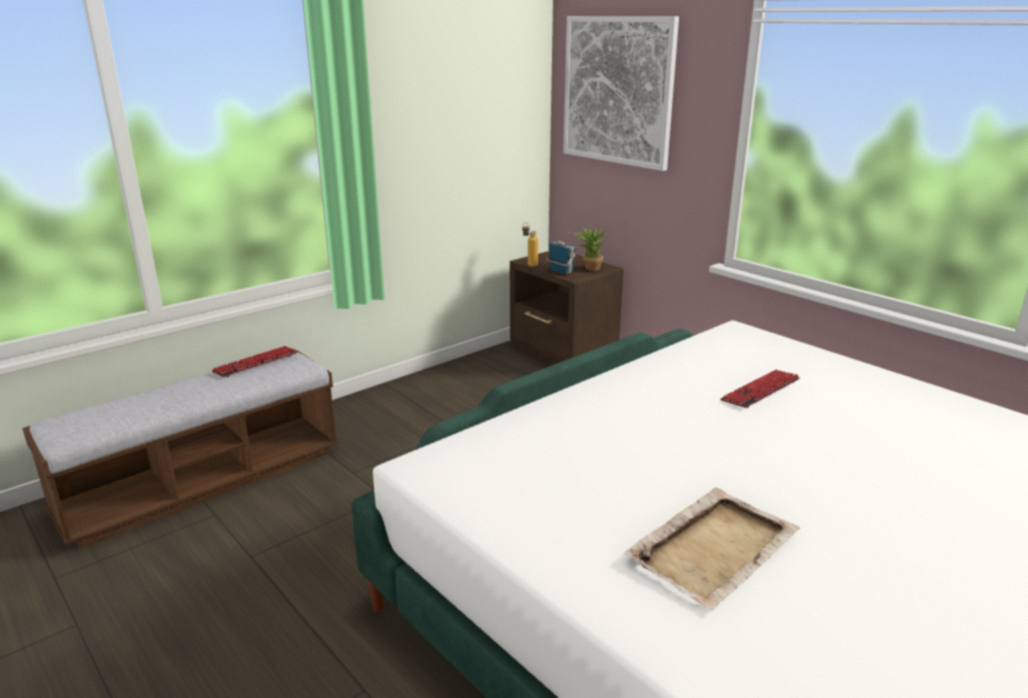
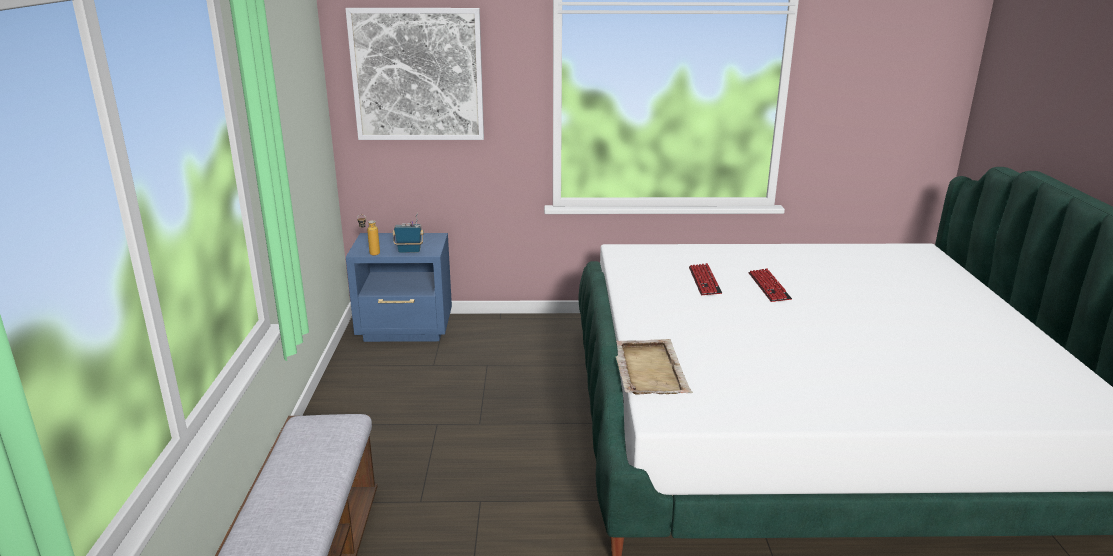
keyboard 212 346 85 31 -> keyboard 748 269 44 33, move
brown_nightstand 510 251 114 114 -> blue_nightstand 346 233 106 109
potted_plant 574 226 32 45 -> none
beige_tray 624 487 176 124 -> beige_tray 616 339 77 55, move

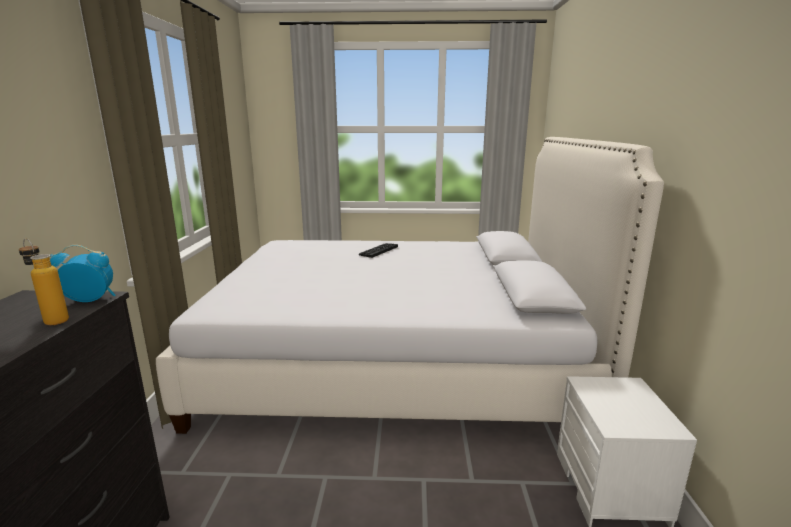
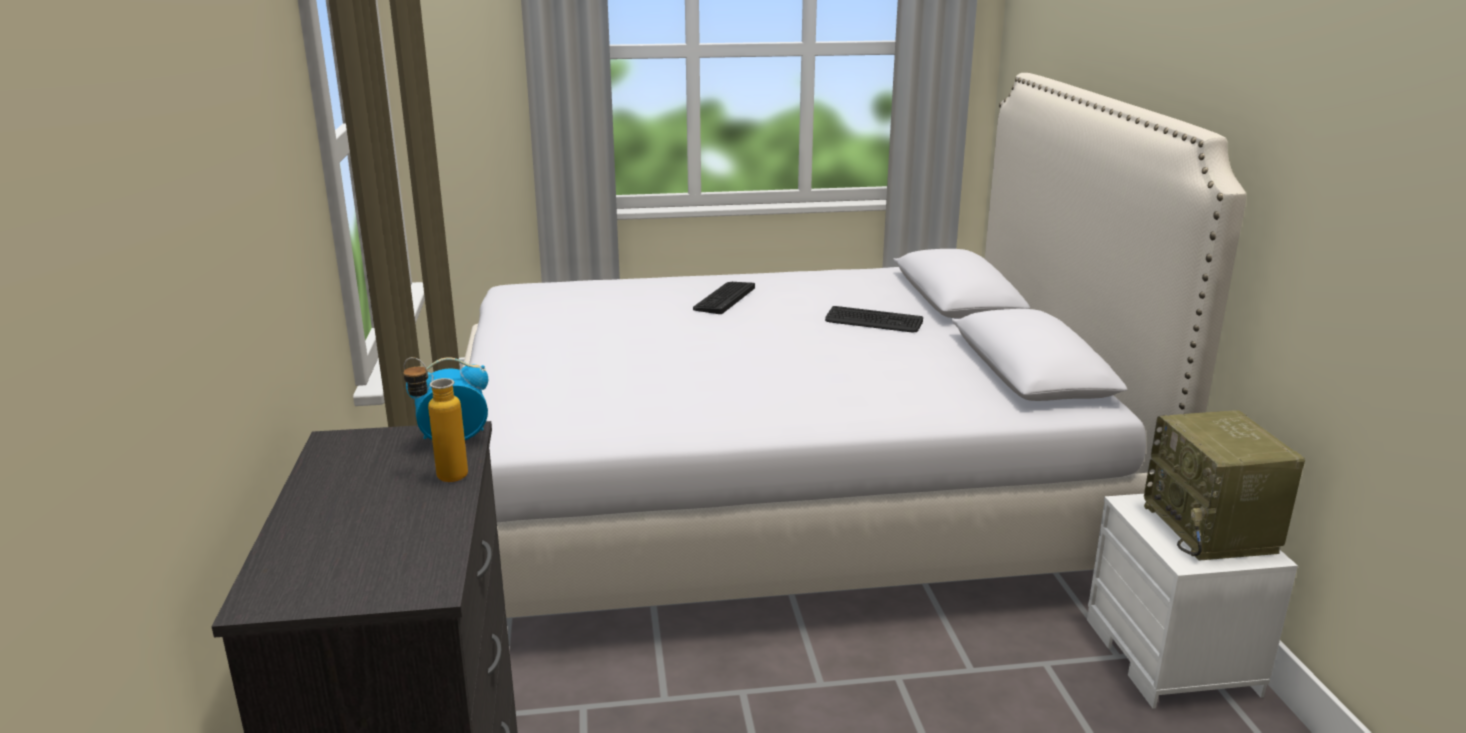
none -> keyboard 825 306 98 26
none -> radio 1144 410 161 151

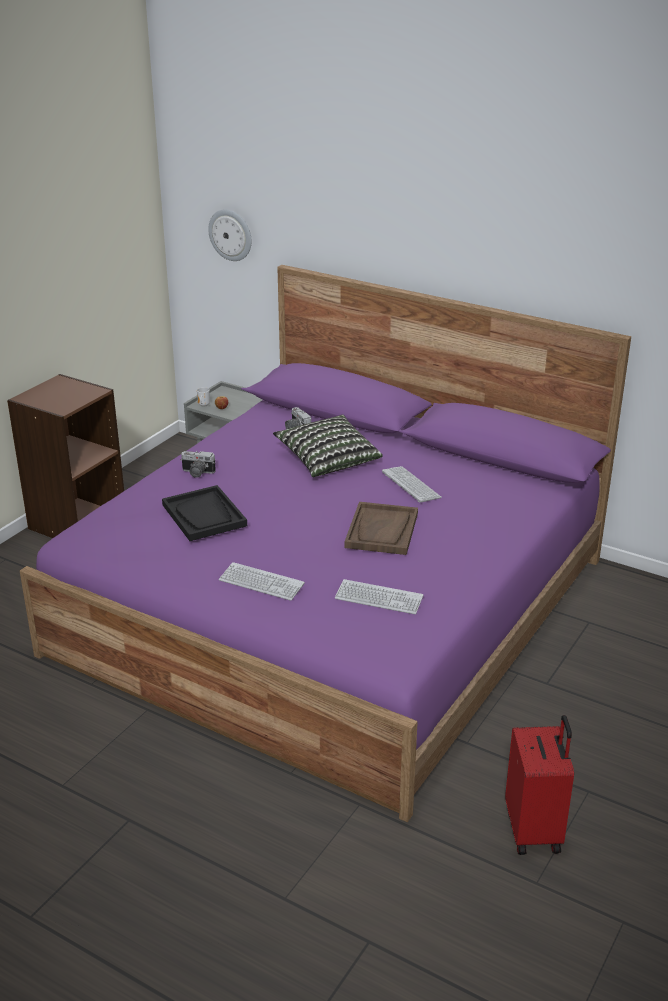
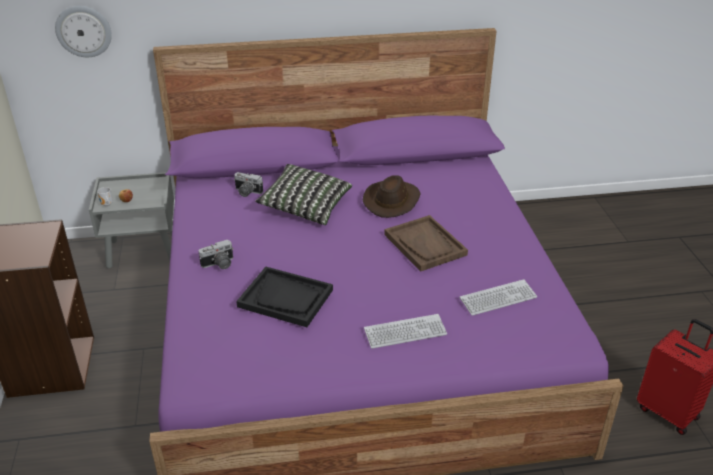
keyboard 382 466 60 37 -> brown_hat 363 175 58 43

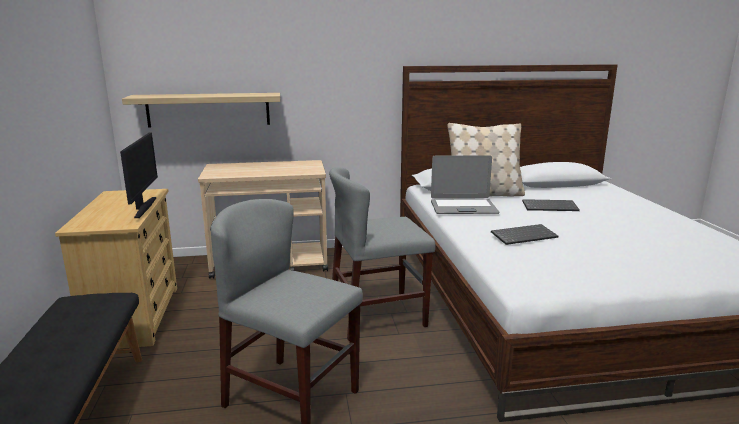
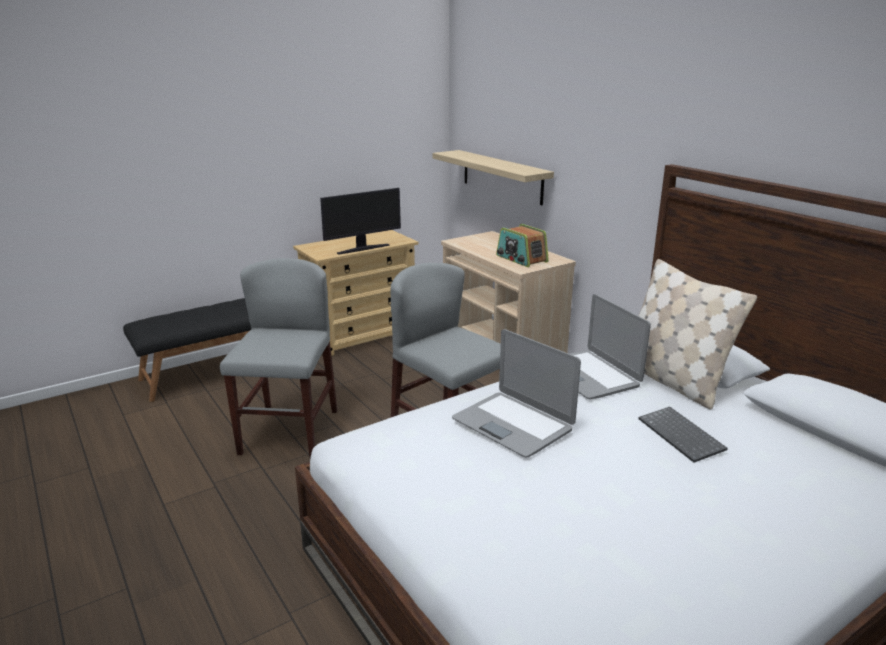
keyboard 491 224 67 21 -> laptop 452 329 129 128
none -> radio 496 224 53 43

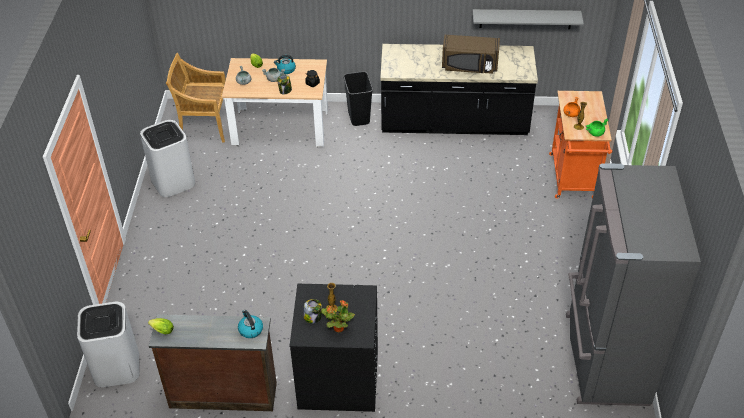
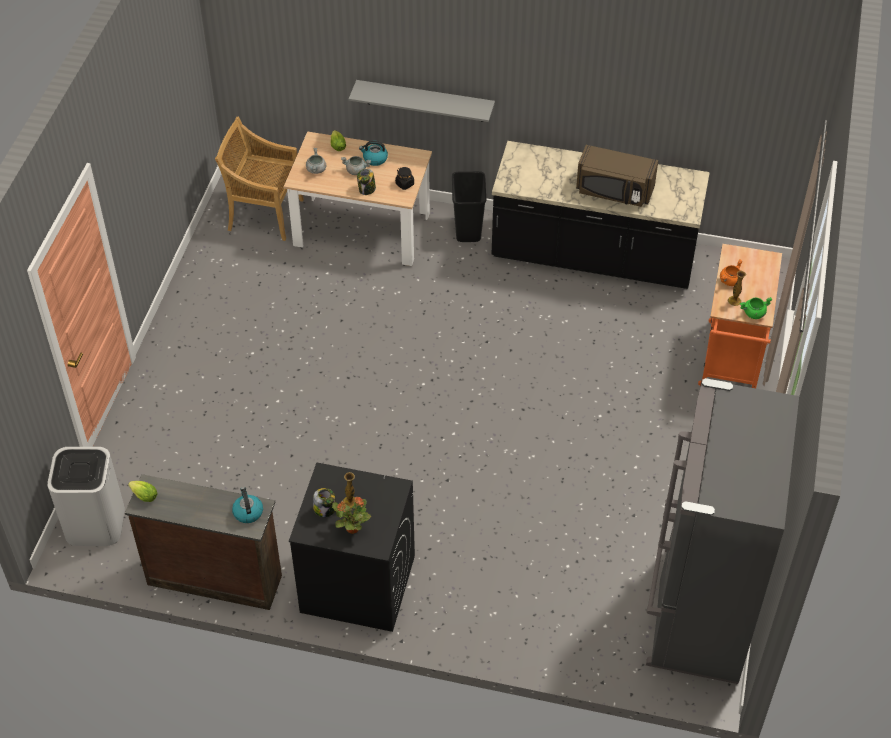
white_trash_can 140 120 55 77 -> none
grey_shelf 473 9 111 20 -> grey_shelf 349 80 146 42, move

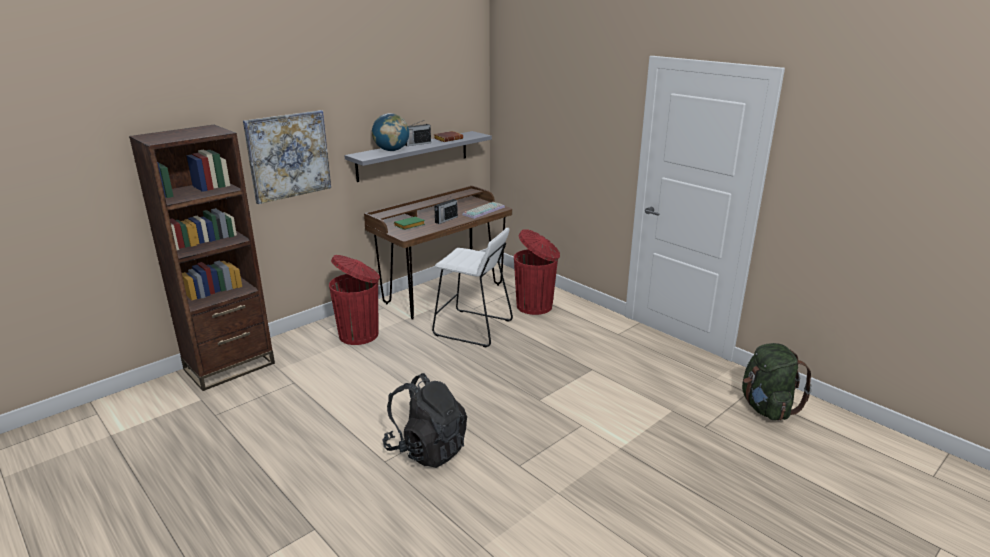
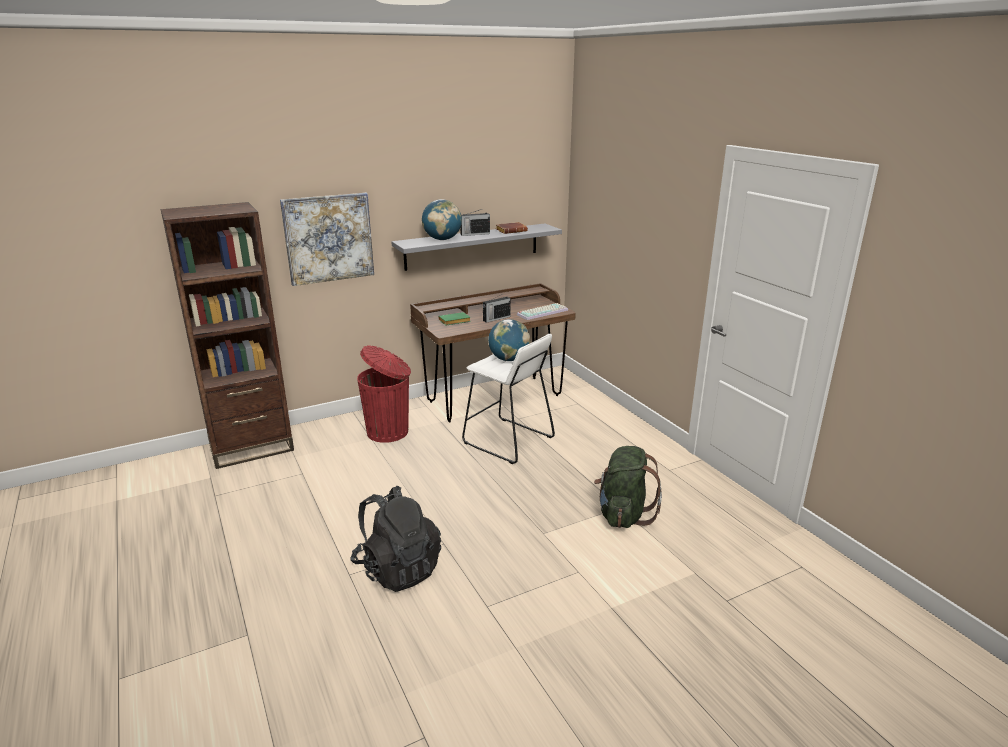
red_trash_can 514 229 46 86 -> none
green_backpack 742 343 70 78 -> green_backpack 594 446 68 82, move
none -> globe 488 319 42 42

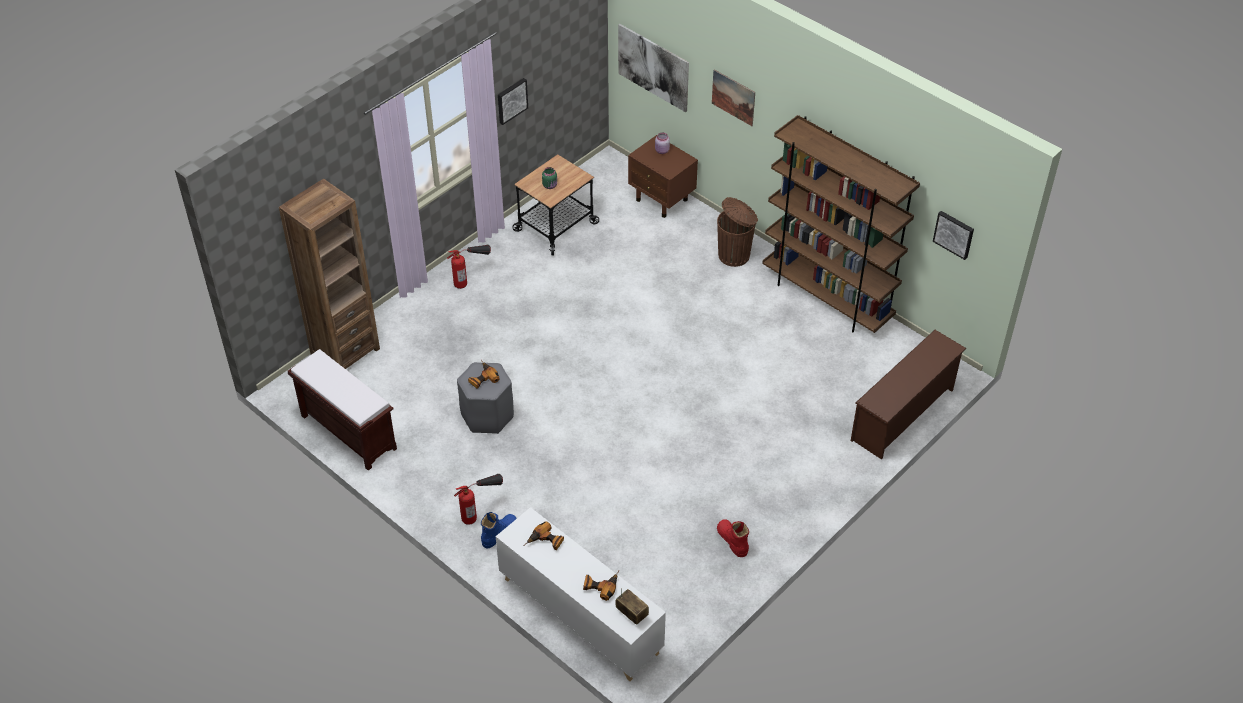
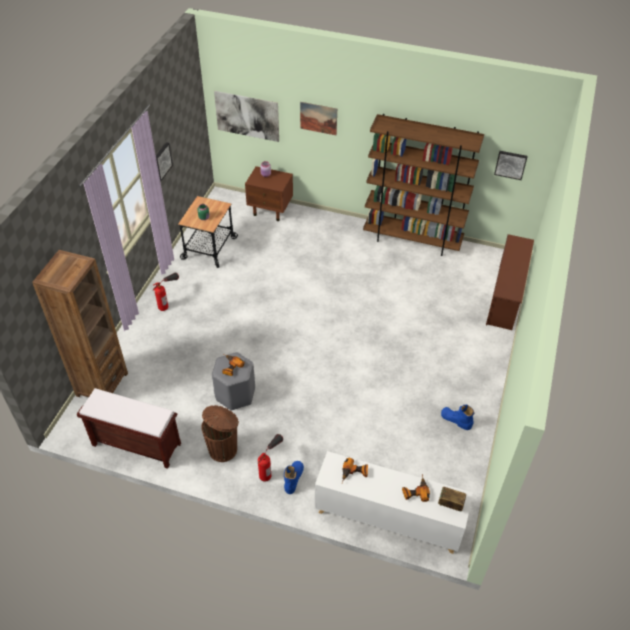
brown_trash_can 717 197 41 70 -> brown_trash_can 201 405 38 57, move
red_boot 717 519 32 38 -> blue_boot 441 405 34 25

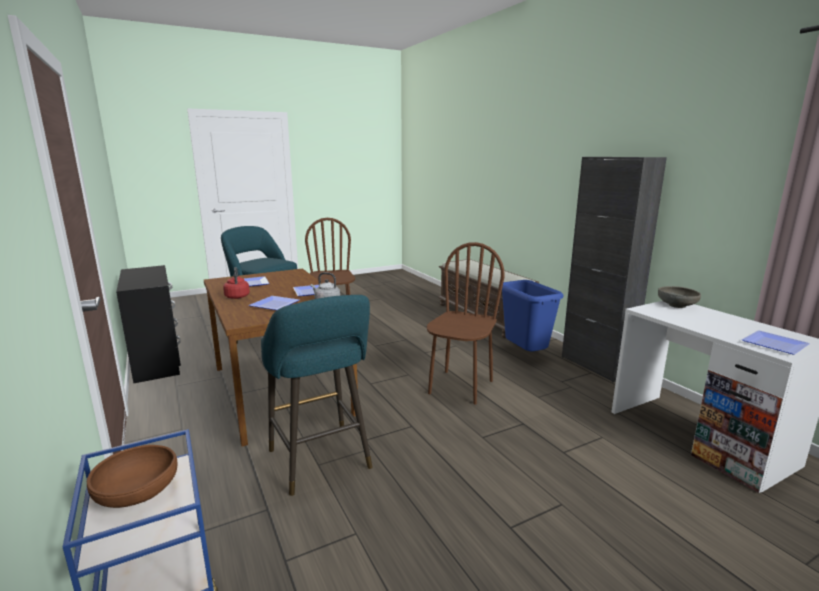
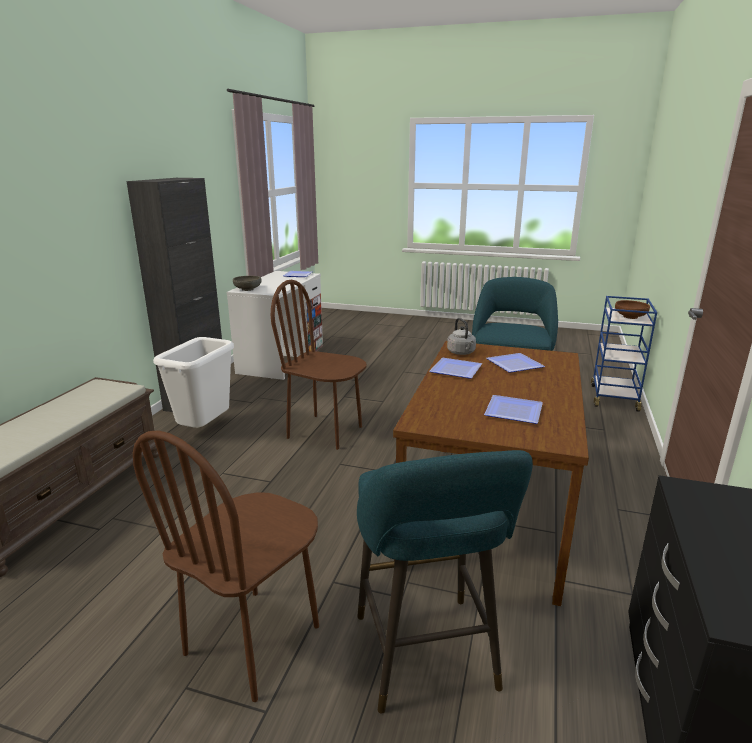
red_kettle 223 267 27 32 -> none
brown_chair 427 242 77 163 -> brown_chair 271 279 96 171, 45 degrees clockwise
blue_trash_can 502 280 61 71 -> white_trash_can 153 337 81 91

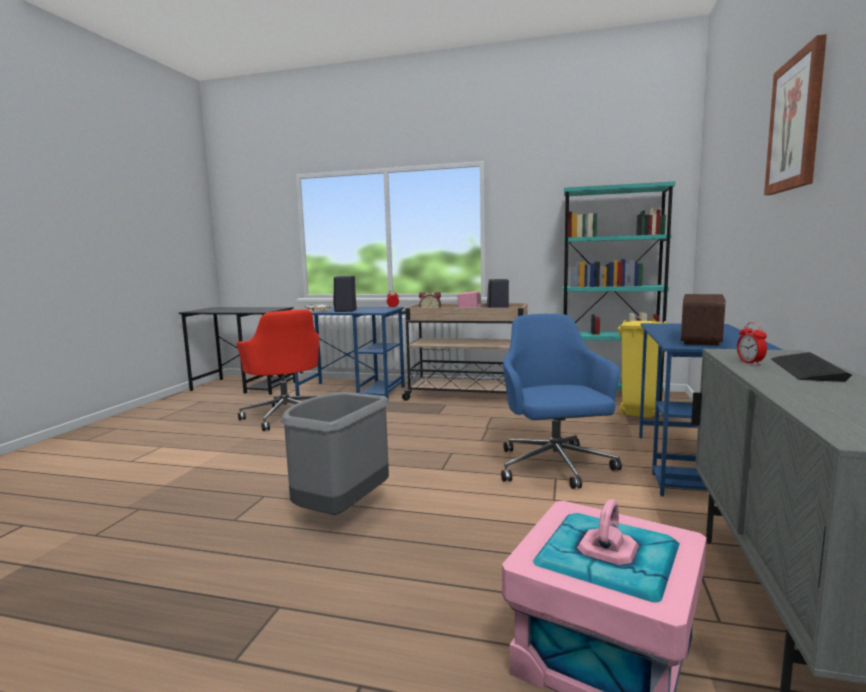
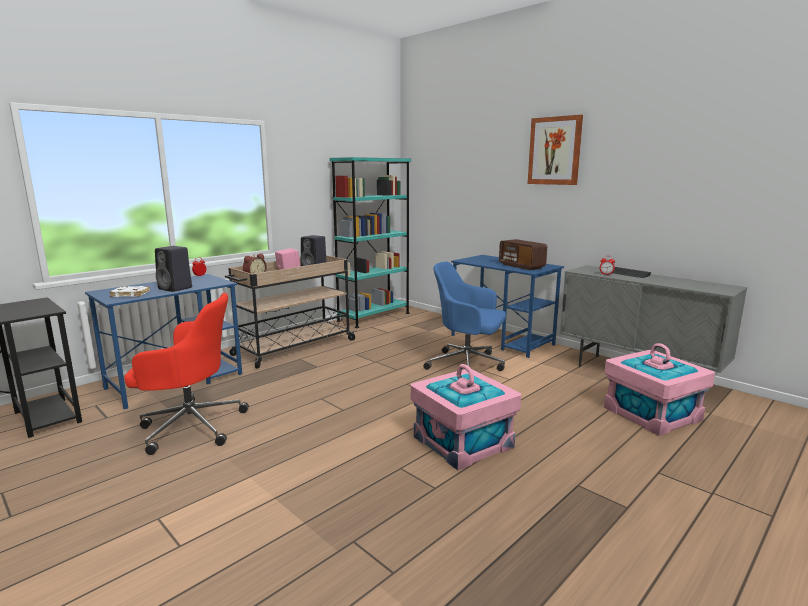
grey_trash_can 281 392 108 123 -> pink_storage_box 411 364 110 106
yellow_trash_can 618 320 48 98 -> none

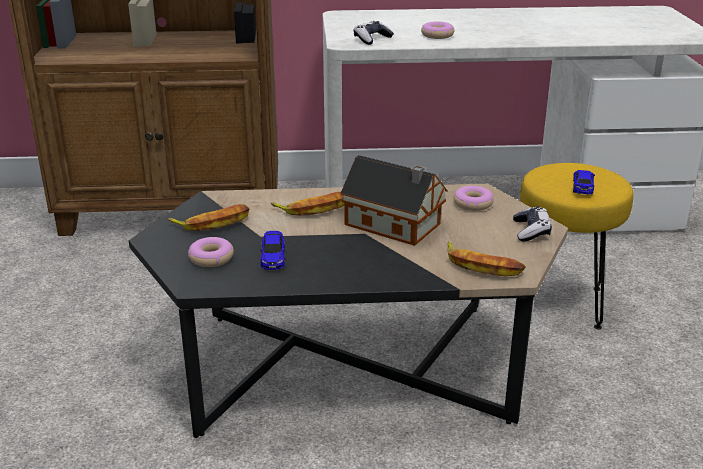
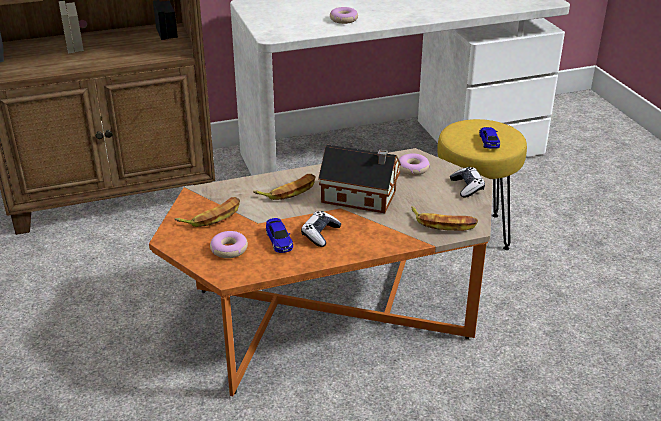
black_coffee_table 129 184 439 254 -> orange_coffee_table 149 148 344 248
game_controller 353 21 41 24 -> game_controller 301 211 41 36, move

